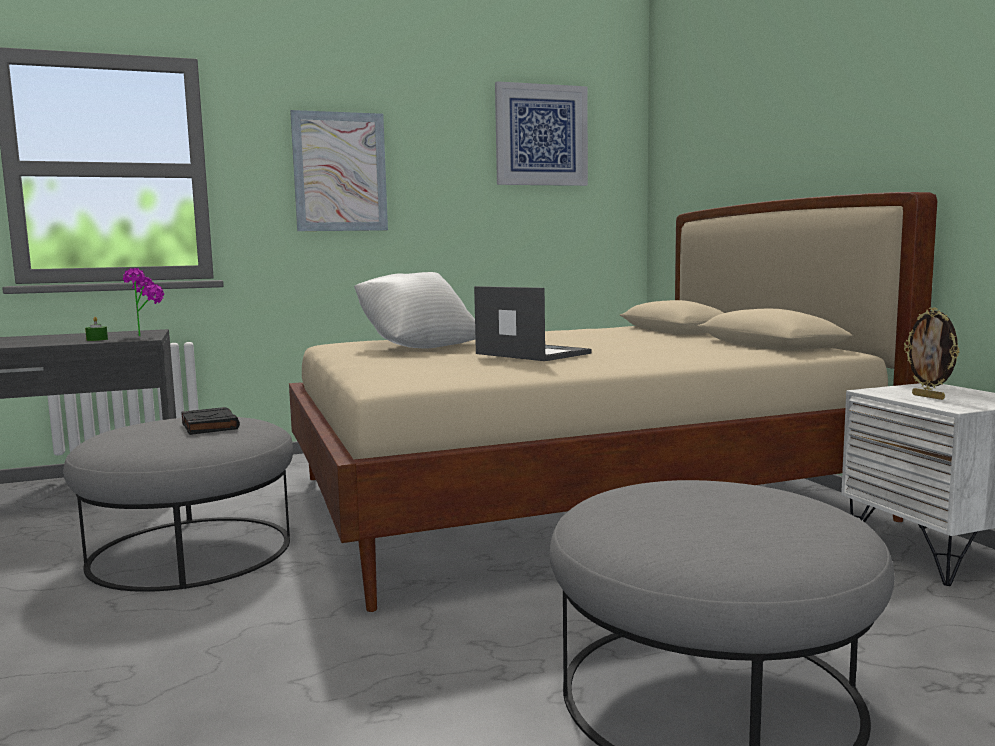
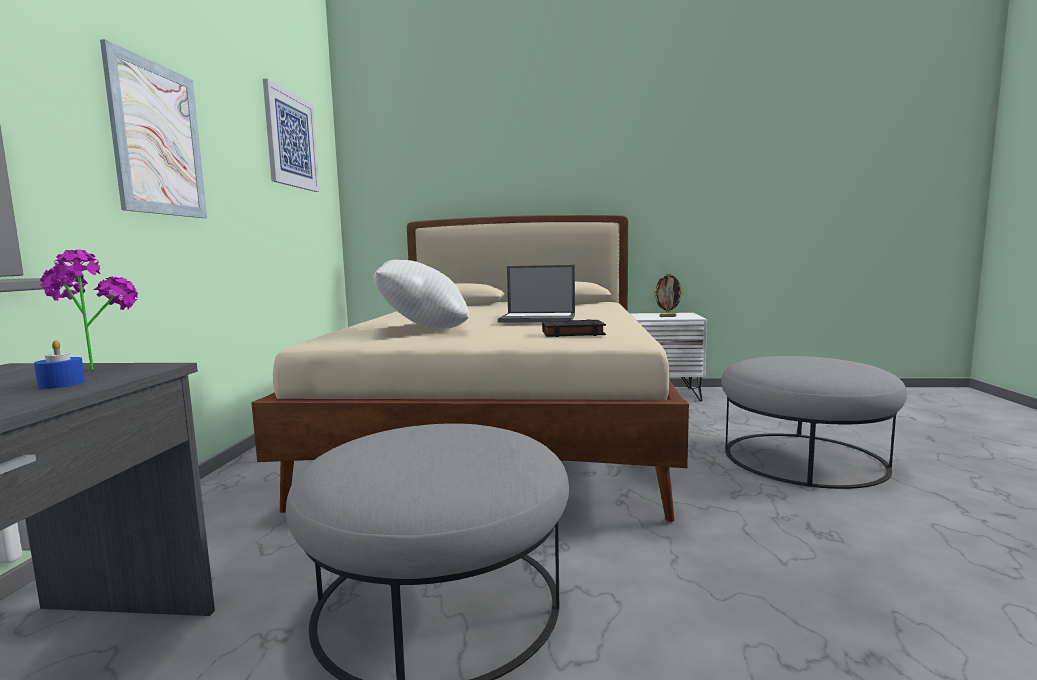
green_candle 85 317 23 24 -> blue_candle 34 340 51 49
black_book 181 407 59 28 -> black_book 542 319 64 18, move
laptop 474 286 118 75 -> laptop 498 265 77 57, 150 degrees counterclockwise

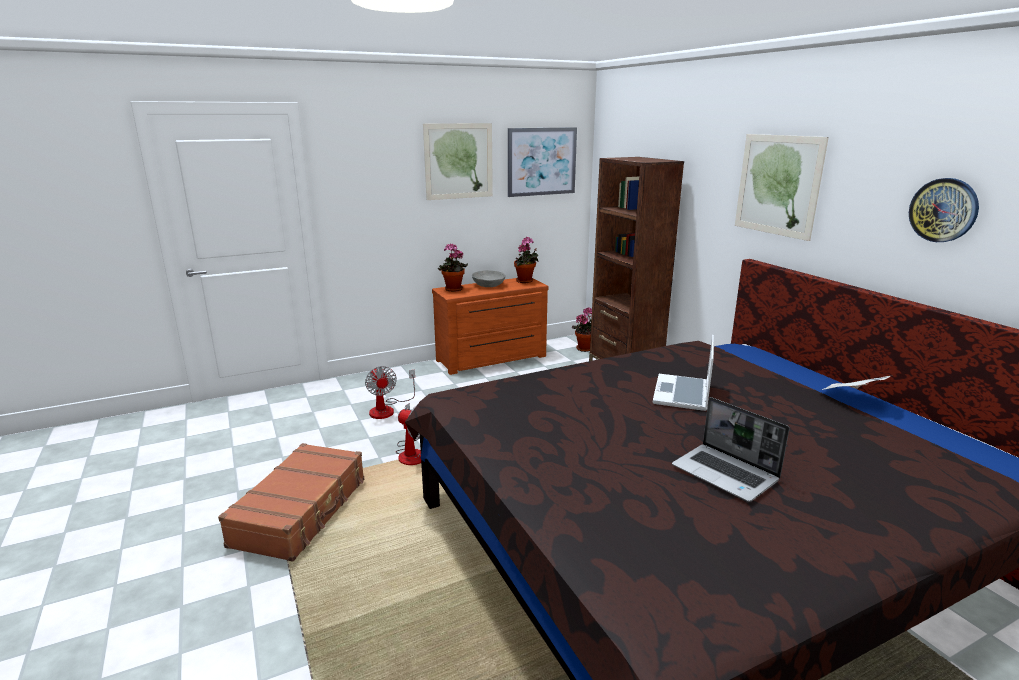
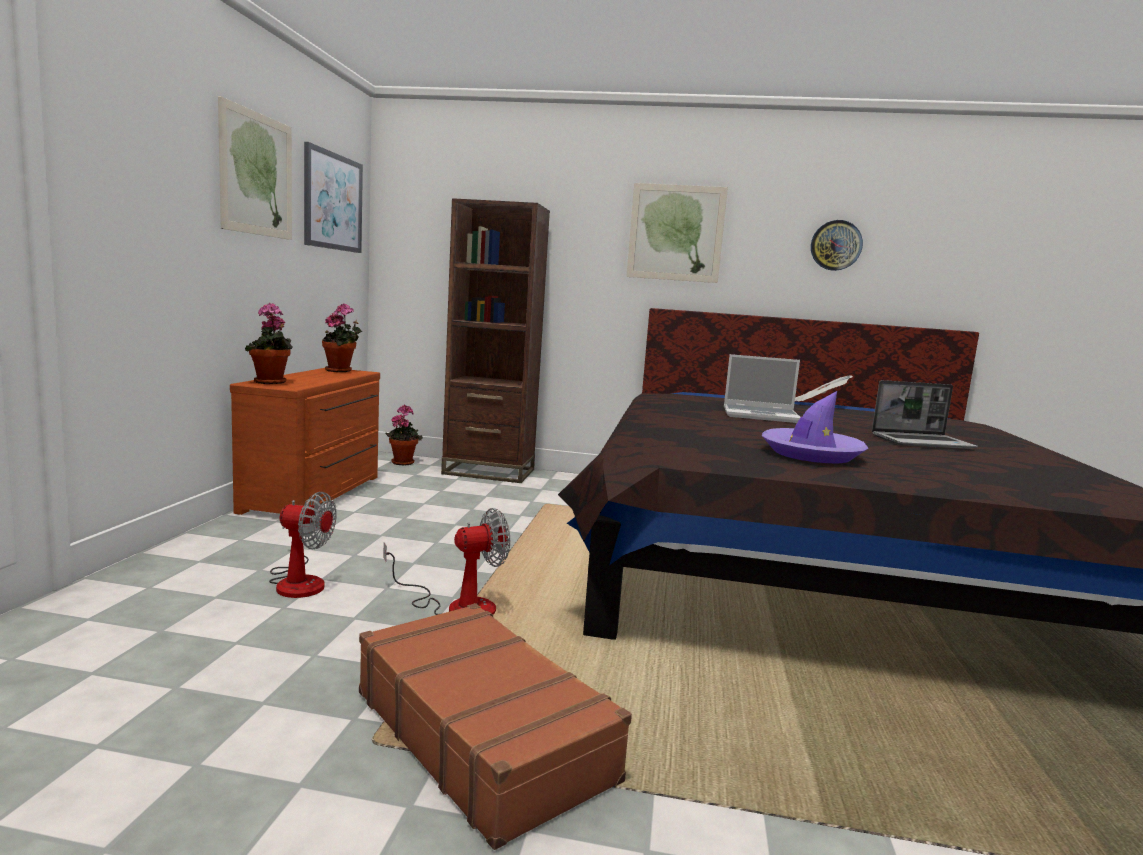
grey_bowl 472 270 33 17 -> none
laptop 653 335 61 76 -> laptop 724 354 77 69, 45 degrees counterclockwise
none -> purple_hat 762 391 106 72

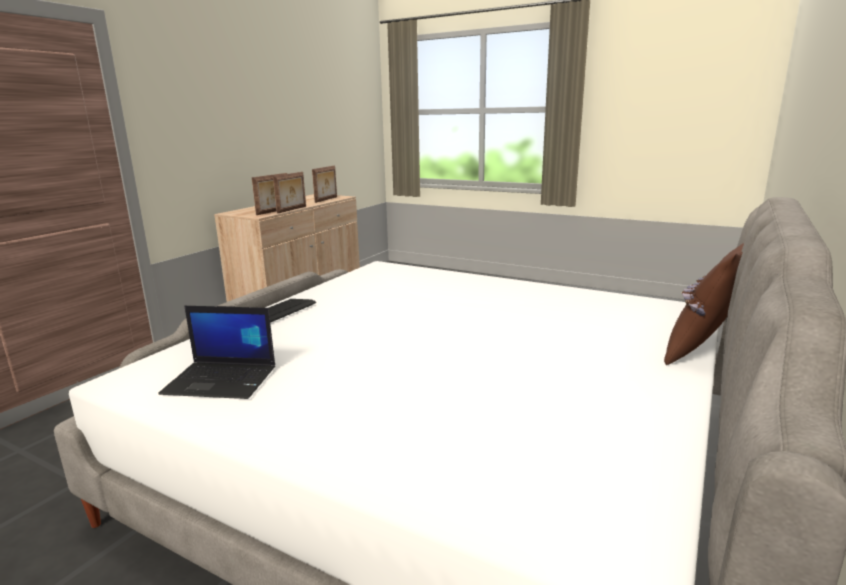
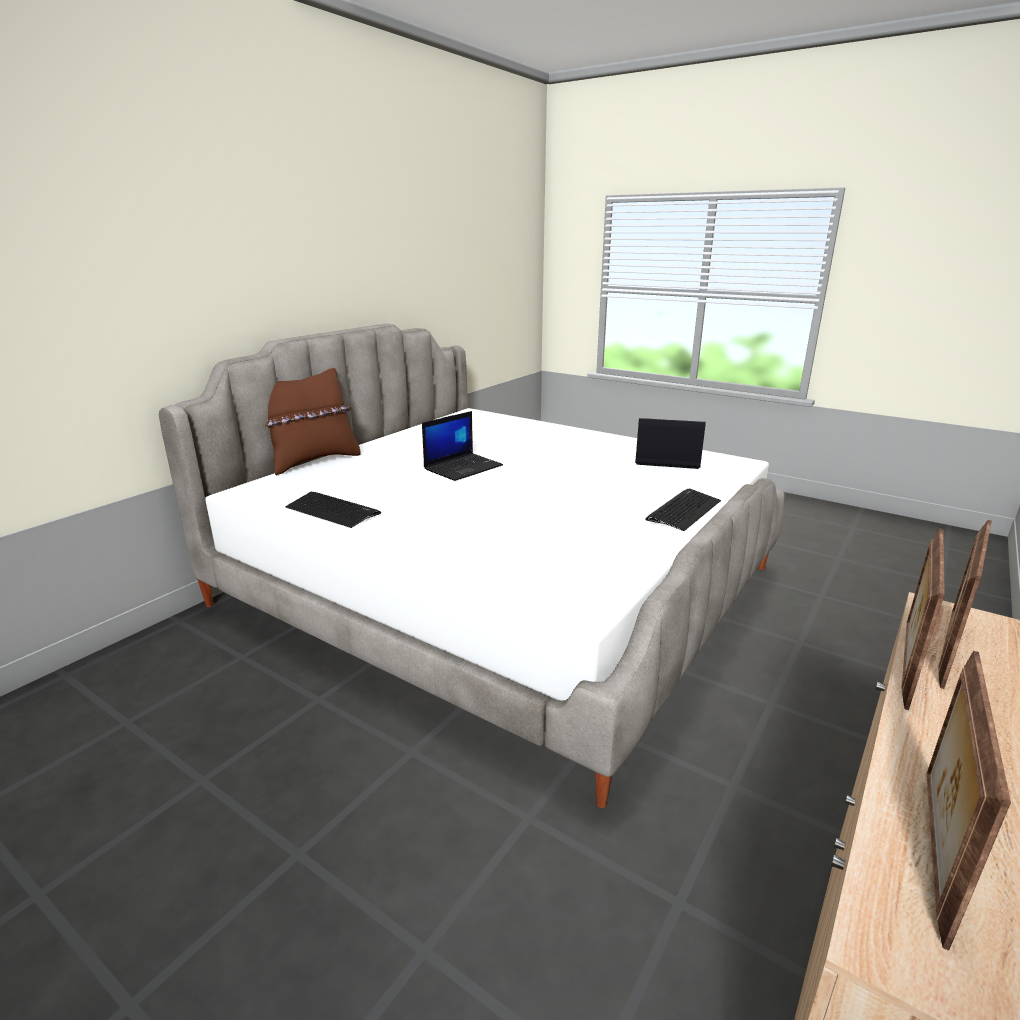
none -> keyboard 285 492 96 36
none -> laptop 422 411 81 70

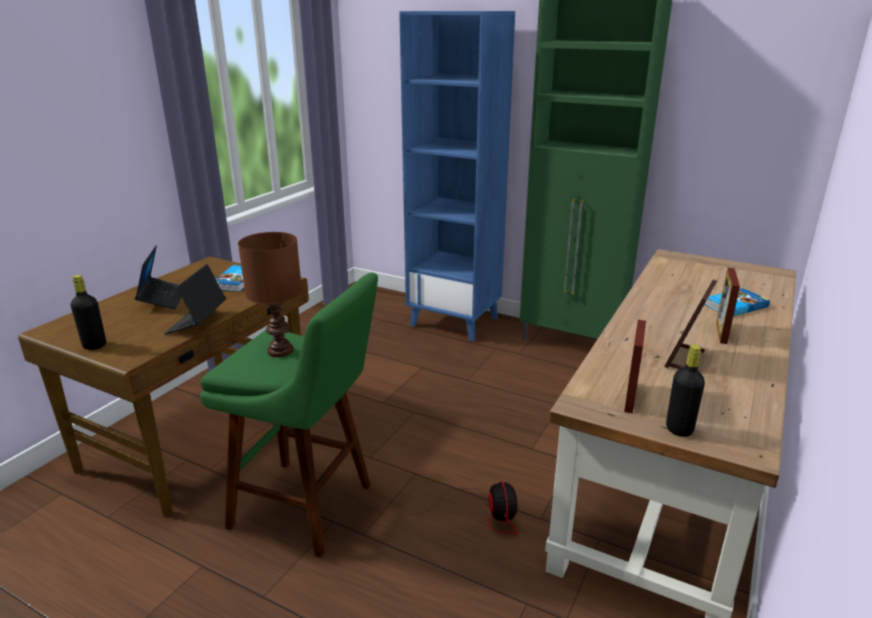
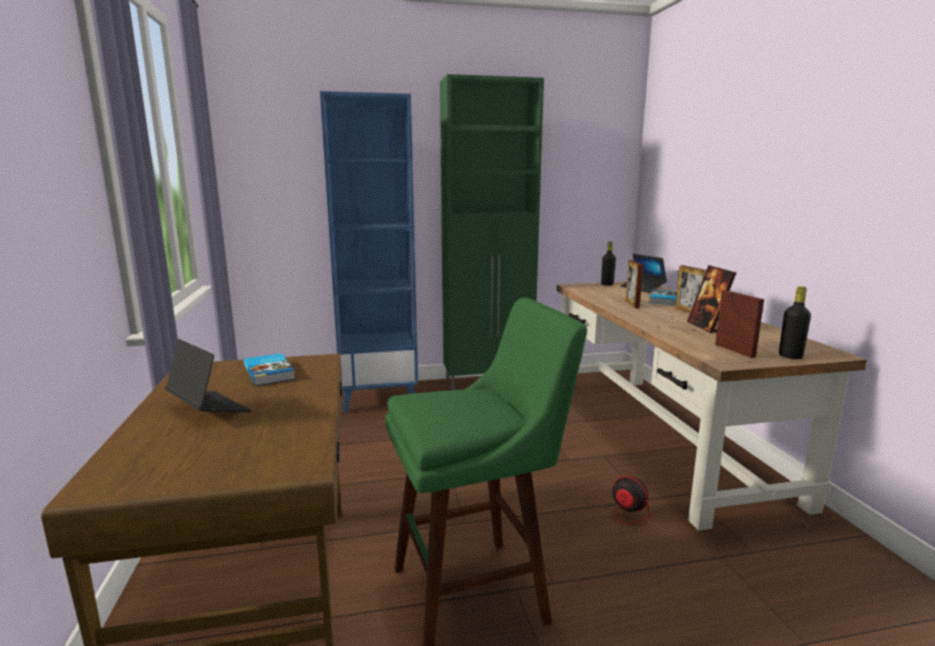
black_bottle 71 275 35 75 -> black_bottle 601 242 15 44, move
laptop 164 264 62 71 -> laptop 620 254 47 39, move
brown_table_lamp 238 232 64 125 -> none
none -> picture_frame 626 260 17 48

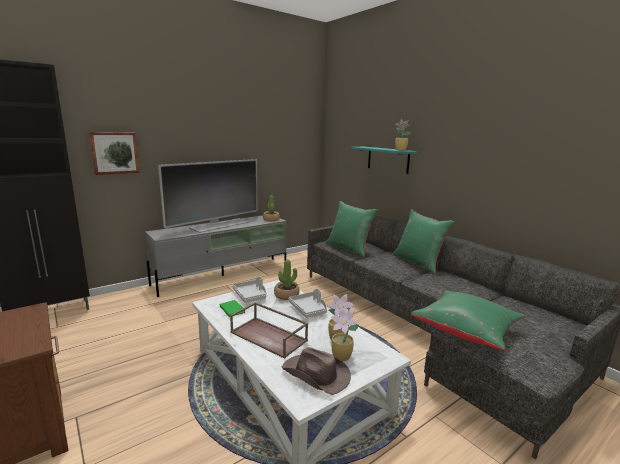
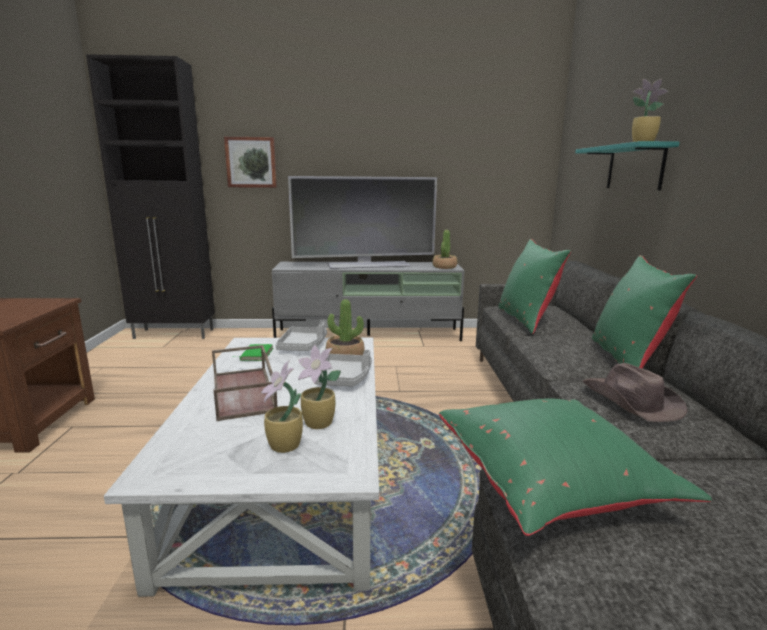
brown_hat 282 347 69 48 -> brown_hat 582 363 106 59, move

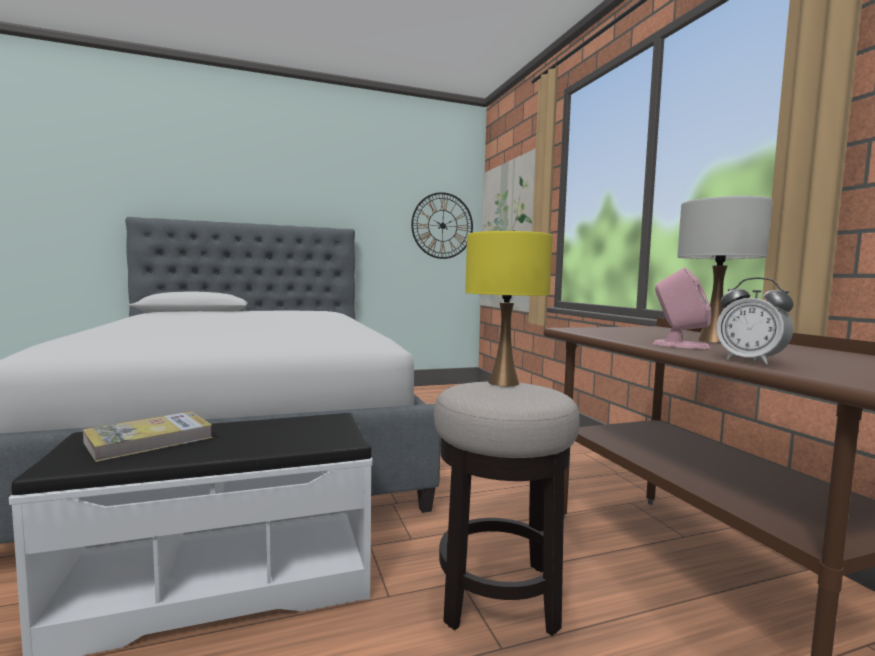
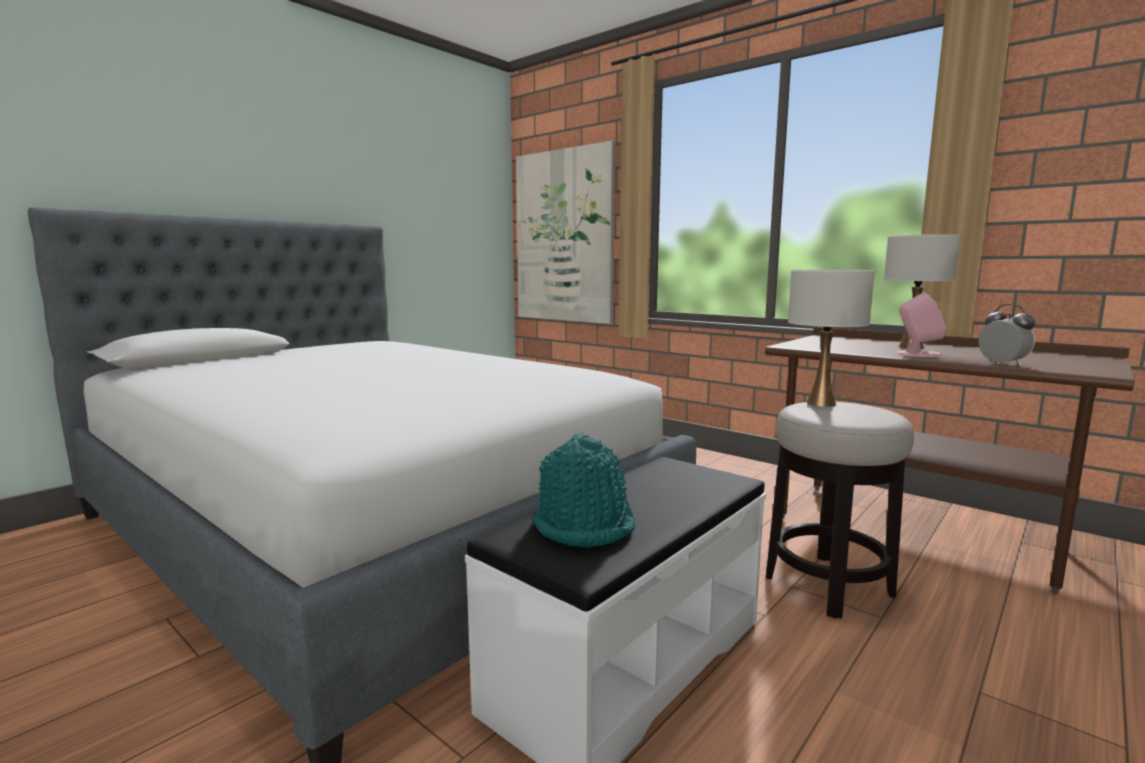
book 83 411 130 51 -> turquoise_hat 532 433 104 114
wall_clock 411 192 62 67 -> none
yellow_table_lamp 465 231 87 155 -> white_table_lamp 788 270 87 137
alarm_clock 717 277 77 88 -> alarm_clock 979 304 56 62, 135 degrees counterclockwise

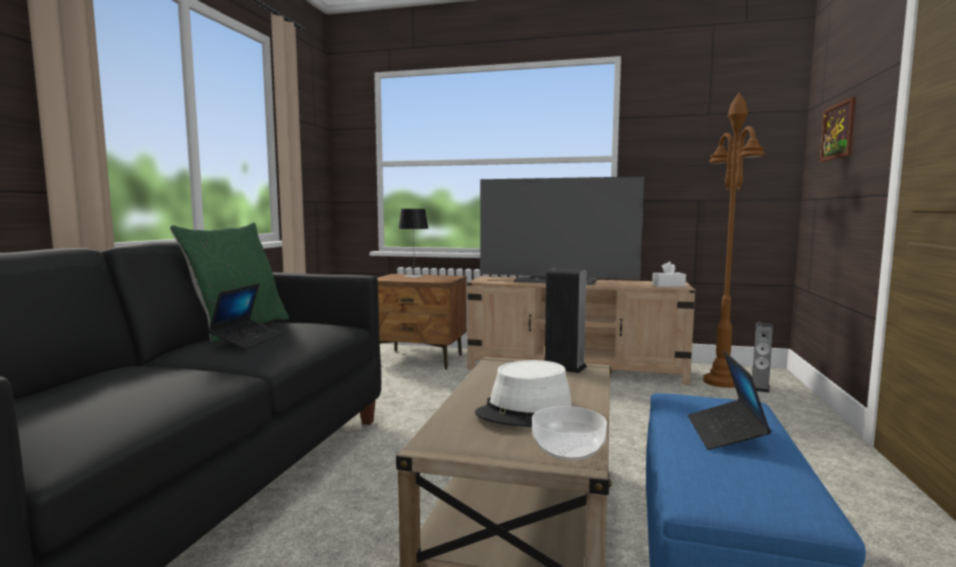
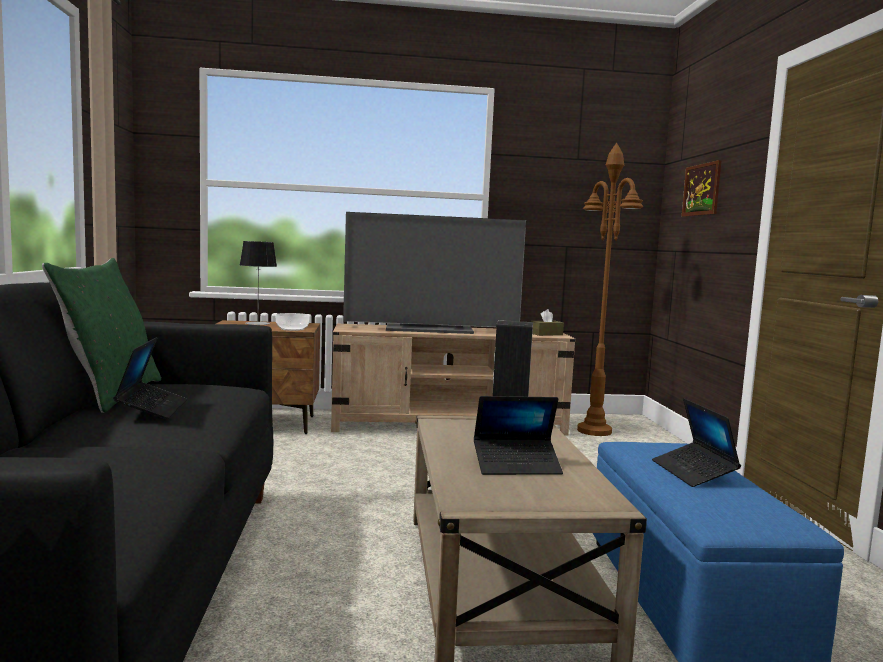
white_hat 475 360 97 67 -> laptop 474 396 89 79
bowl 532 406 75 55 -> bowl 276 313 34 18, move
white_tissue_box 652 261 34 26 -> brown_tissue_box 531 309 33 27
speaker 752 323 21 70 -> none

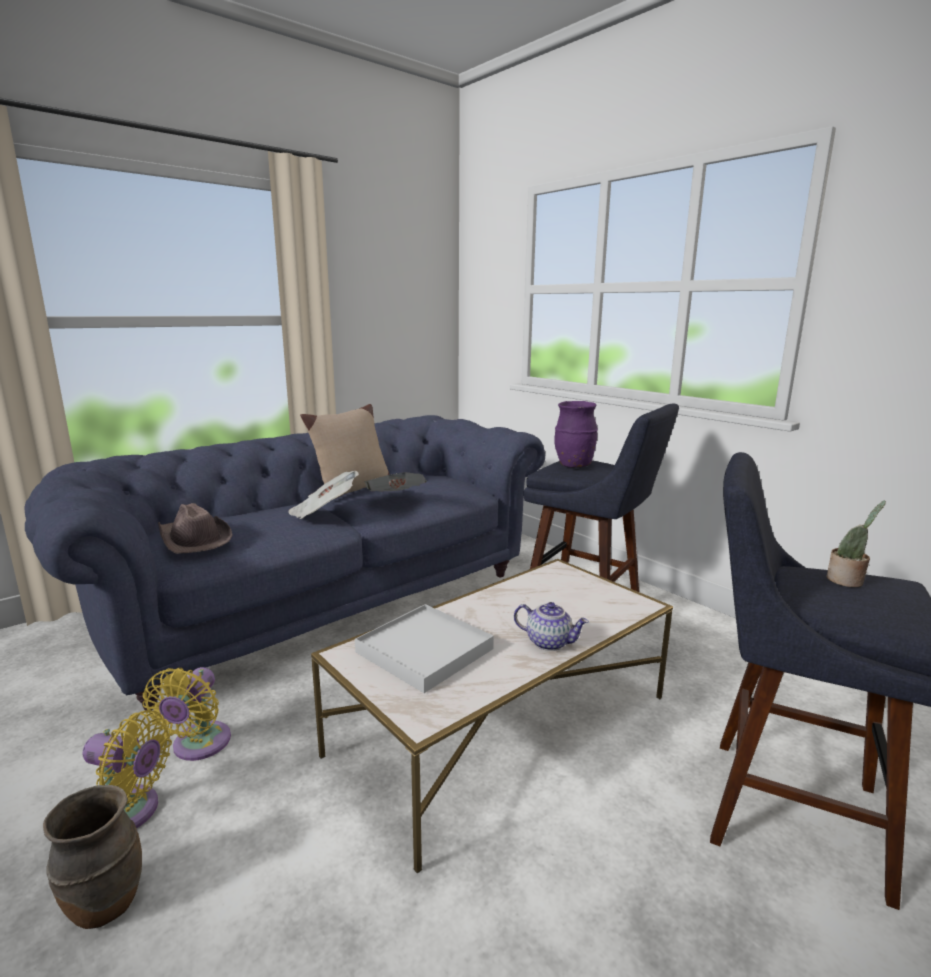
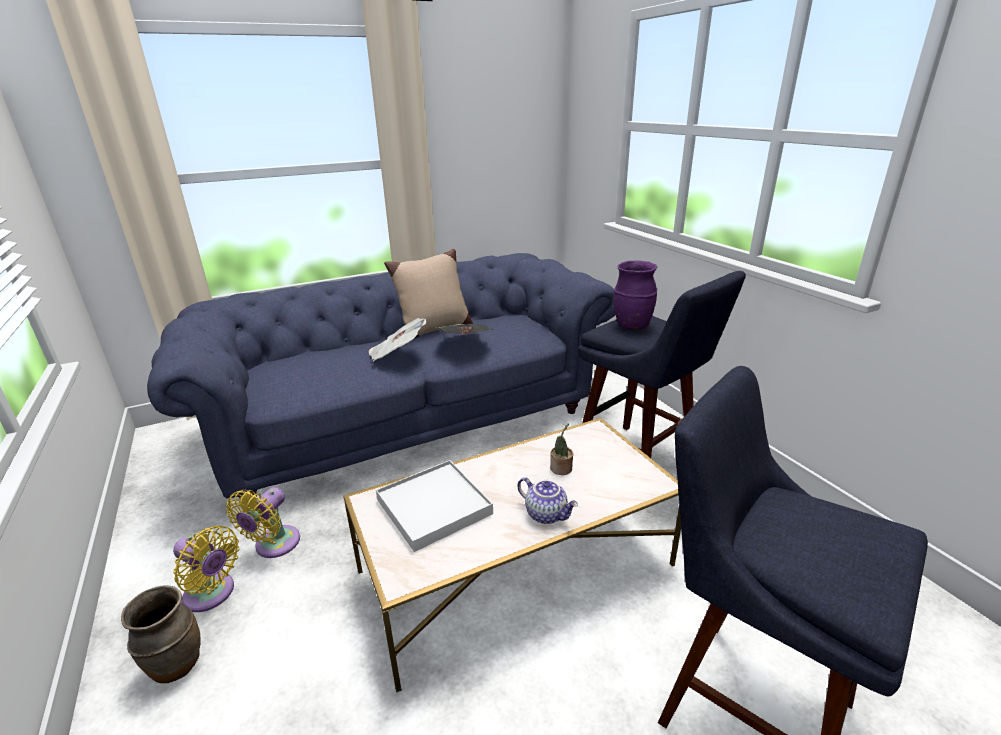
brown_hat 158 503 75 51 -> none
potted_plant 826 501 60 86 -> potted_plant 550 423 23 52, move

